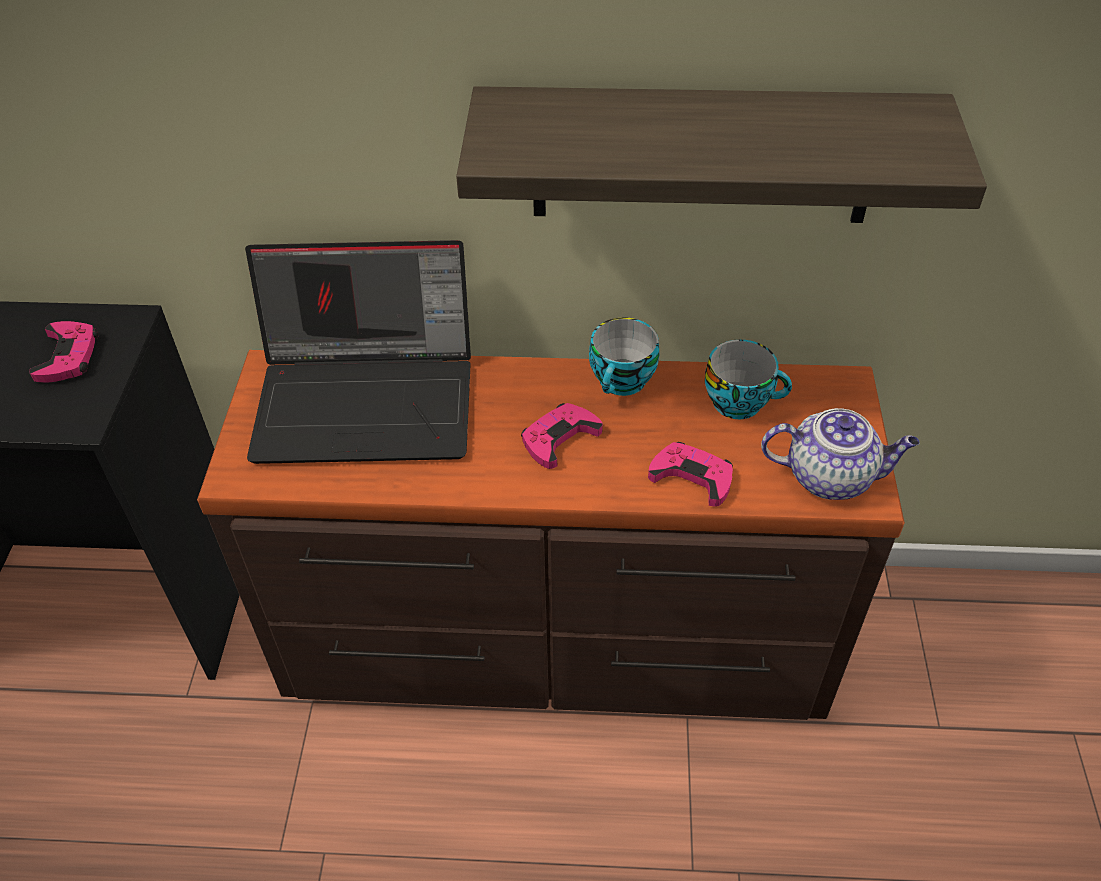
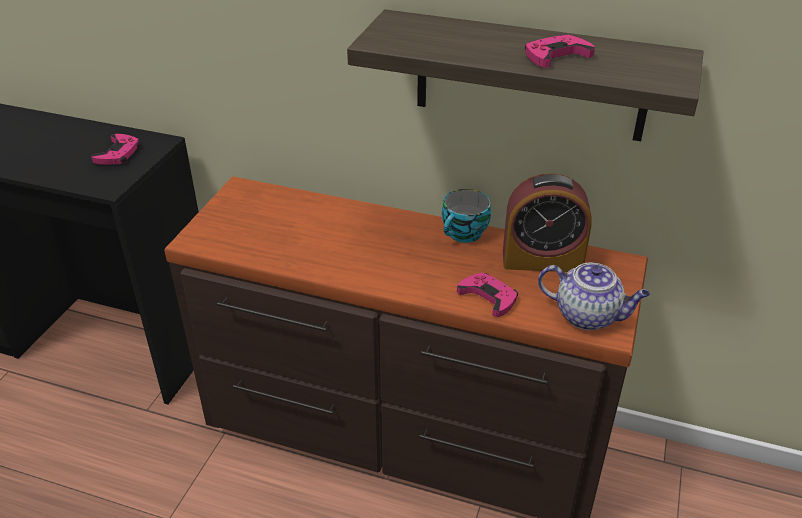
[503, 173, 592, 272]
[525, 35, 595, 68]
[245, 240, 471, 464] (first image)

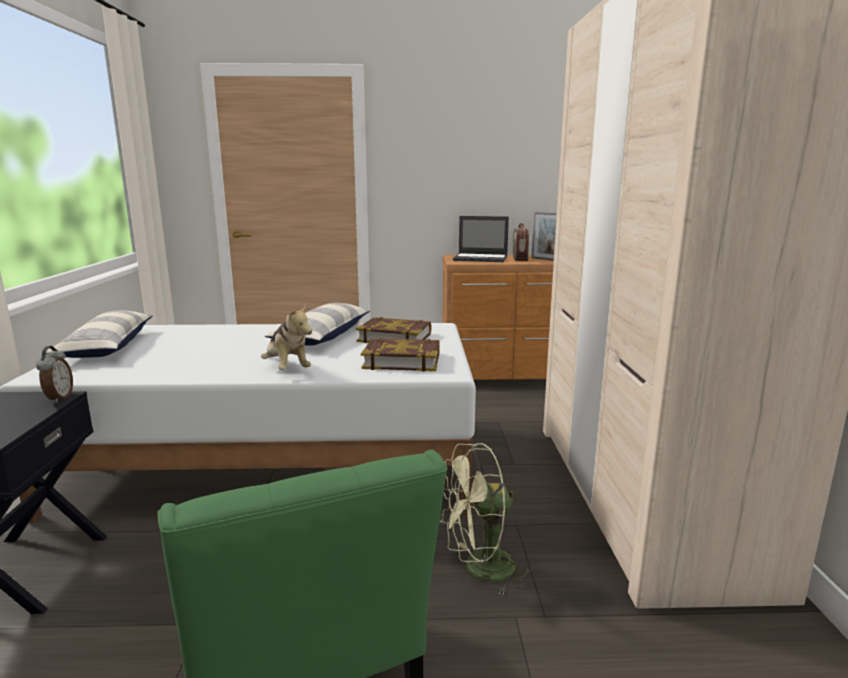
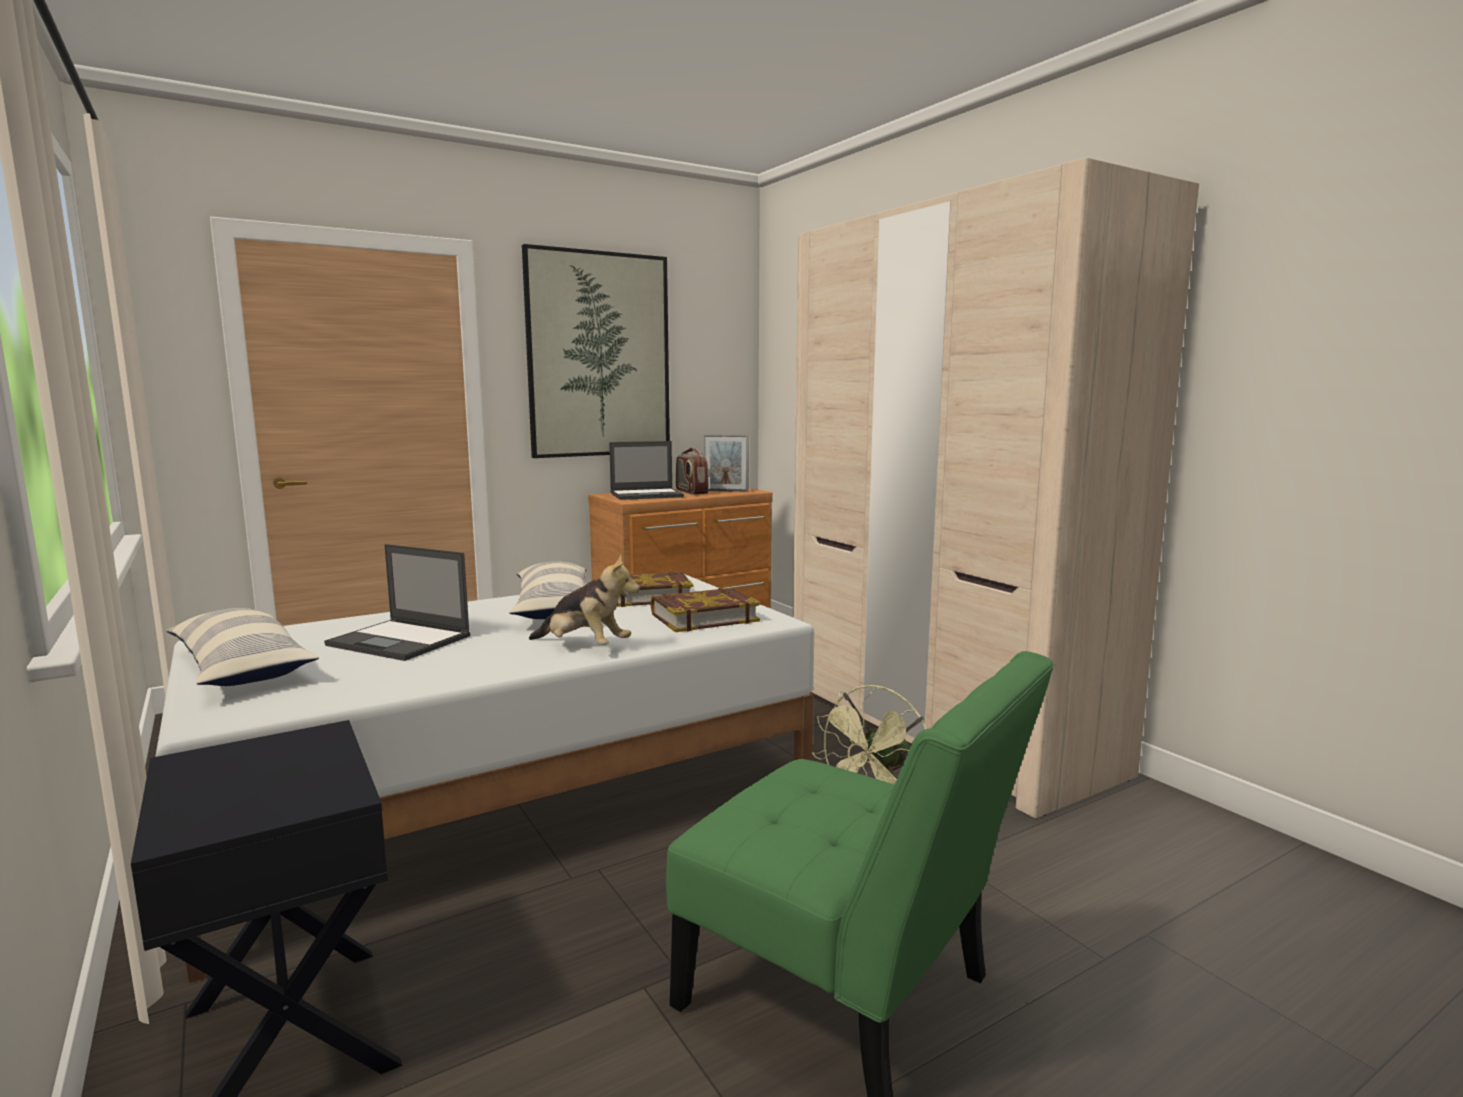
[324, 544, 470, 661]
[522, 244, 670, 458]
[36, 346, 73, 403] (first image)

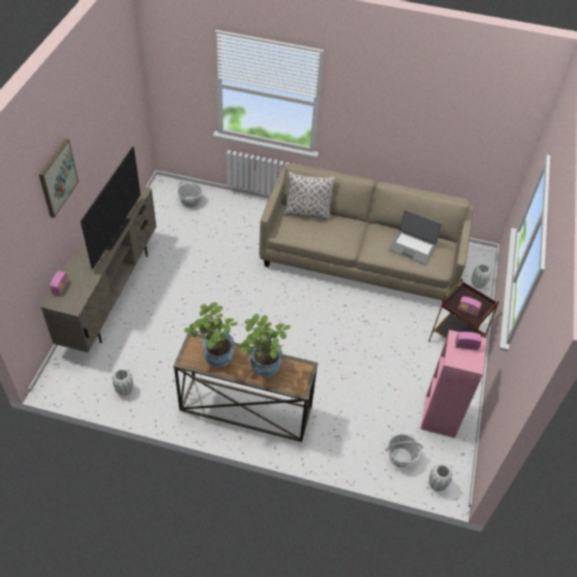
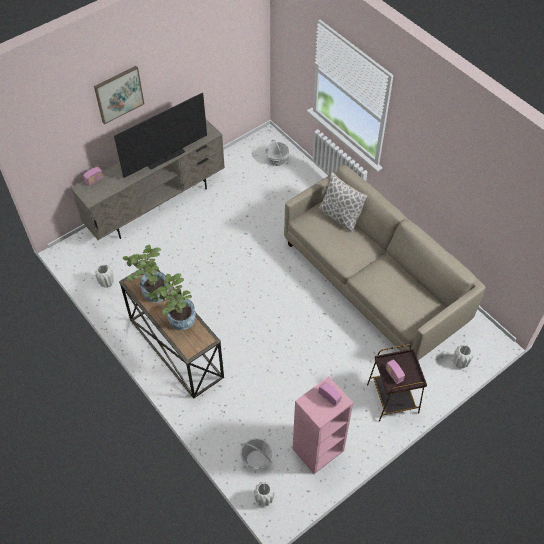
[389, 210, 442, 264] (first image)

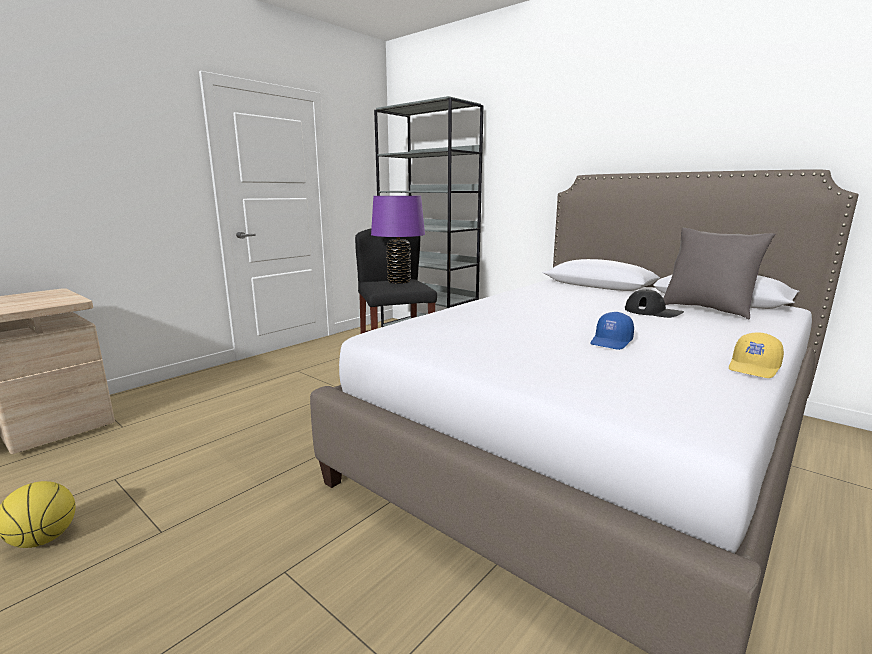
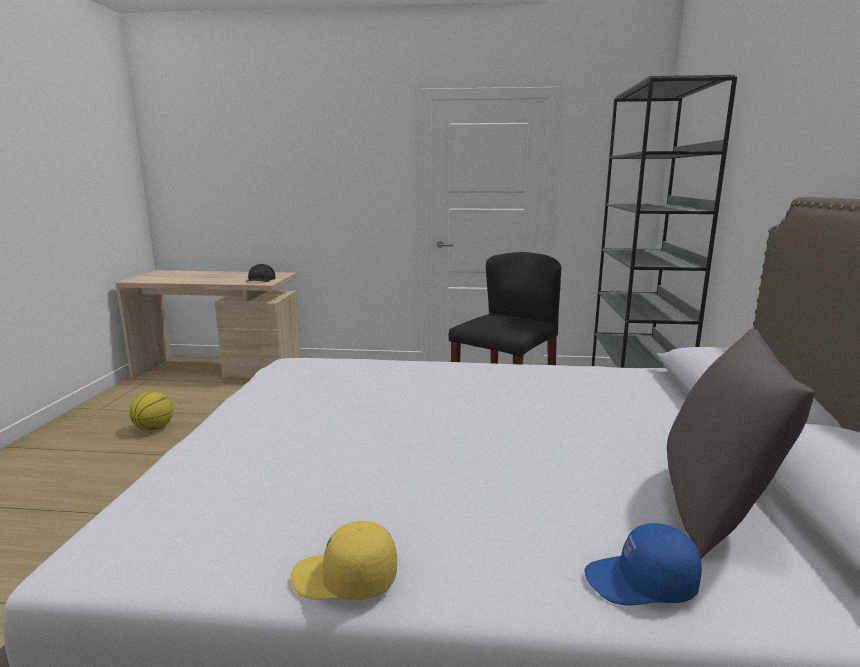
[246, 264, 276, 282]
[584, 523, 702, 606]
[371, 196, 425, 284] (first image)

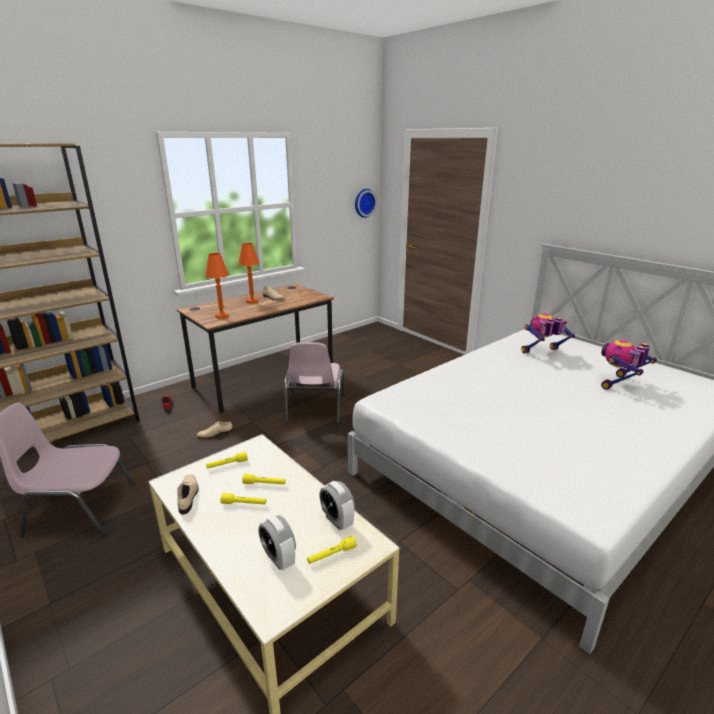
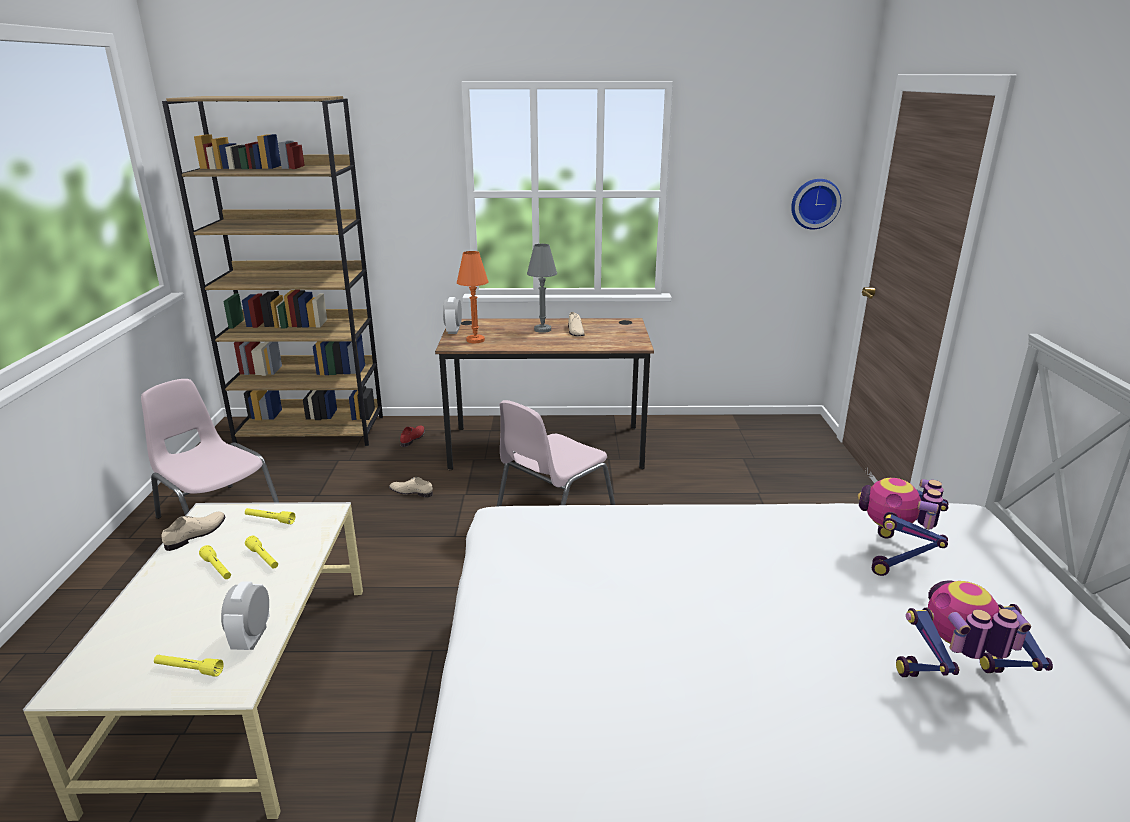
[443, 297, 462, 334]
[527, 244, 557, 333]
[858, 478, 948, 576]

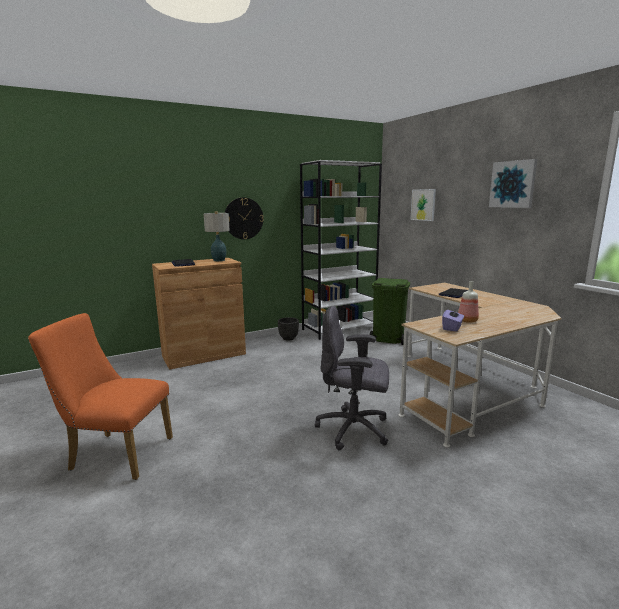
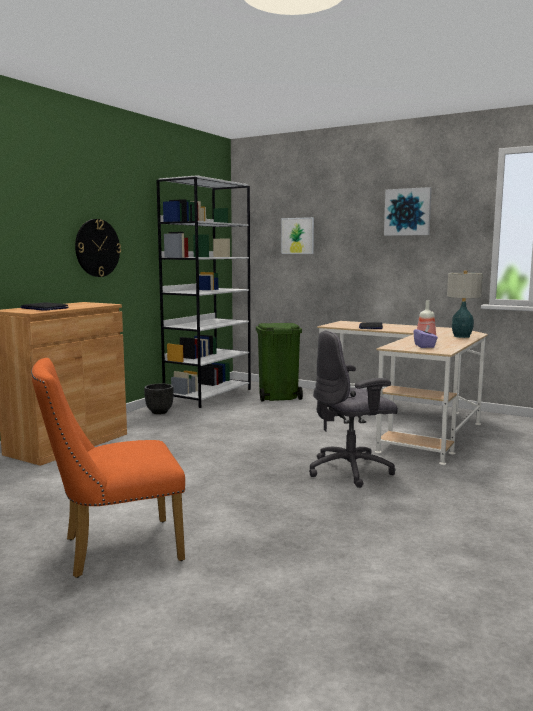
[447, 271, 483, 338]

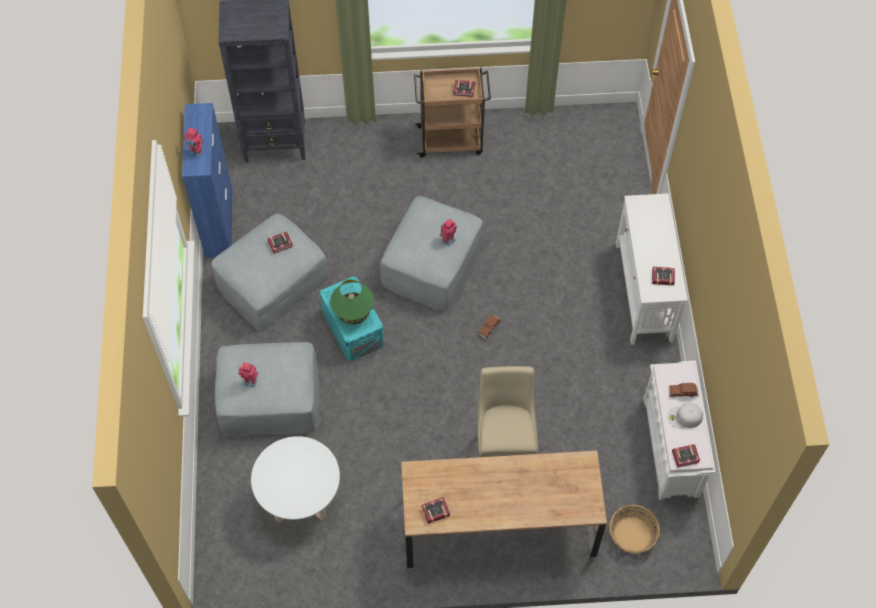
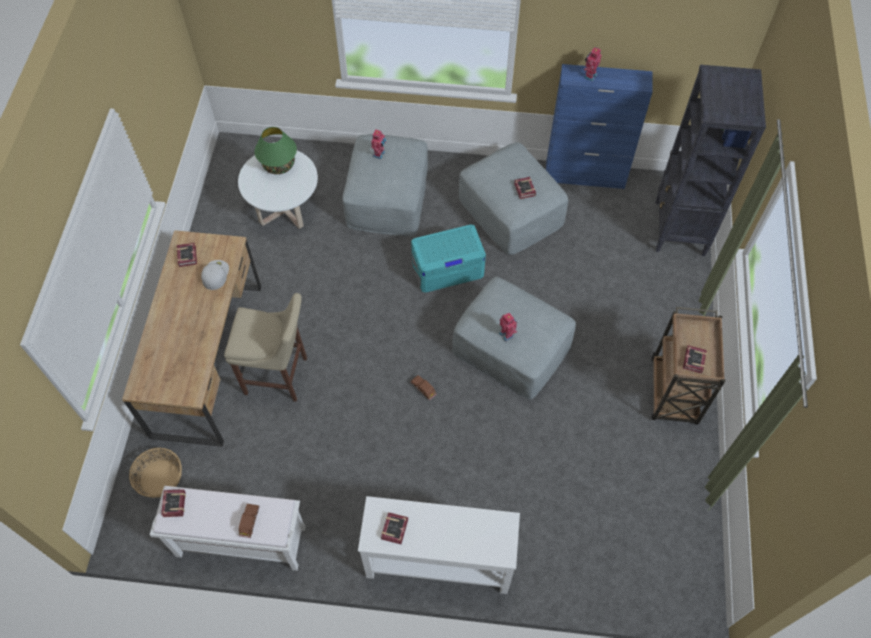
[201, 260, 229, 290]
[255, 127, 297, 174]

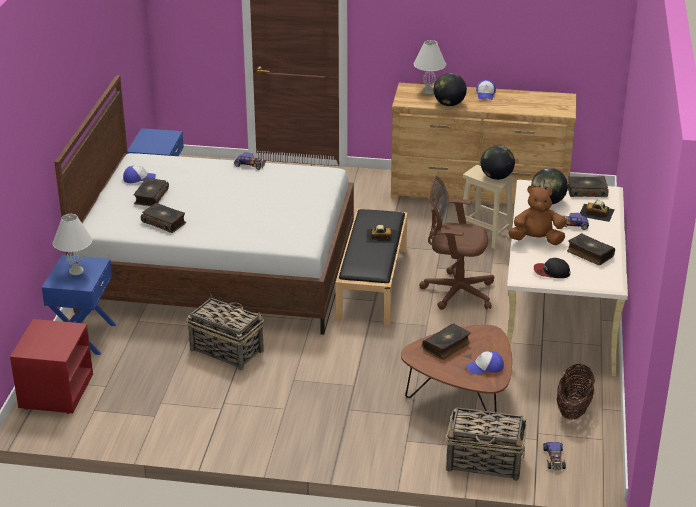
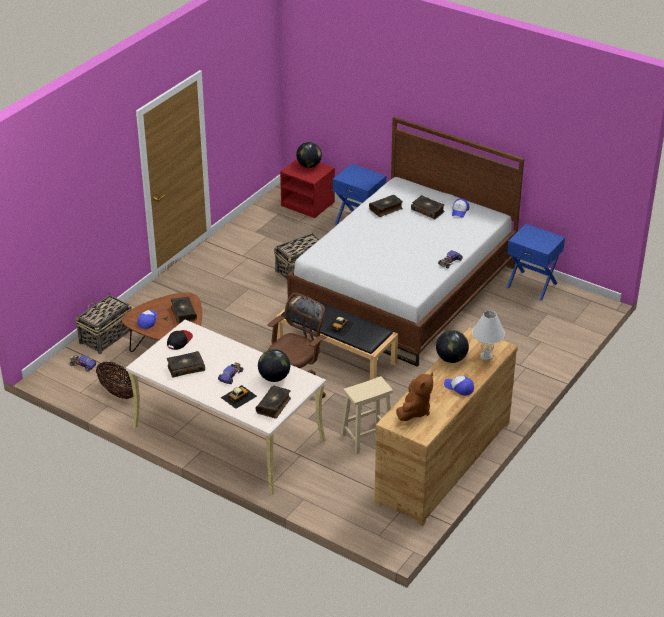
[296, 142, 322, 168]
[396, 372, 433, 421]
[53, 214, 92, 275] (first image)

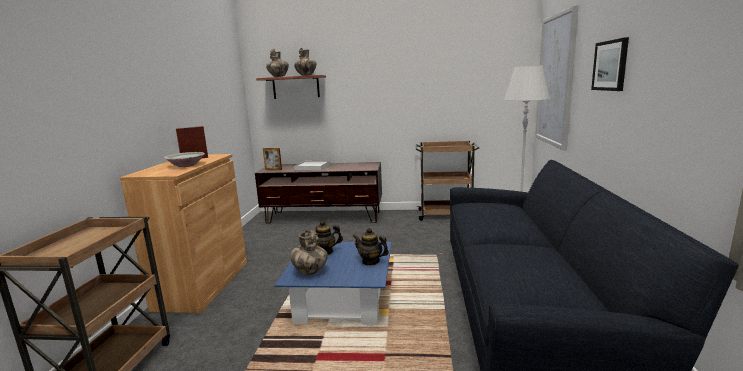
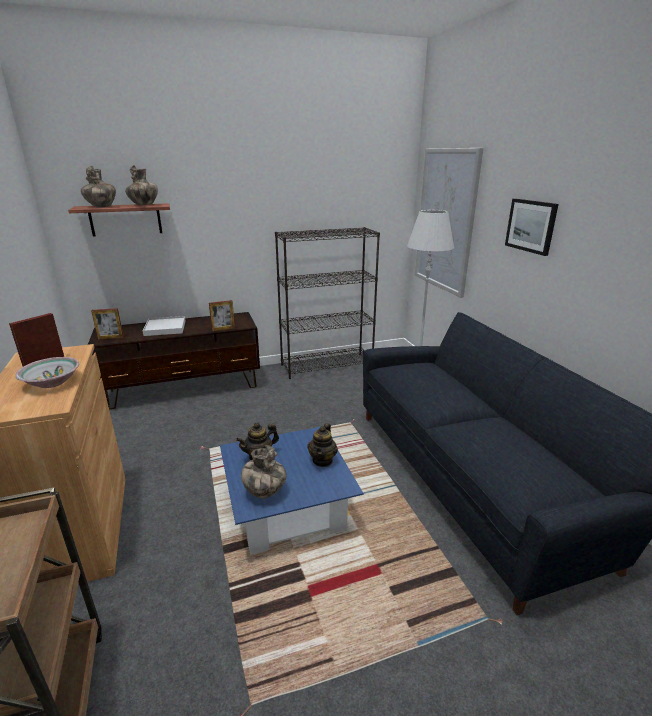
[209, 300, 235, 331]
[275, 227, 380, 379]
[307, 423, 338, 467]

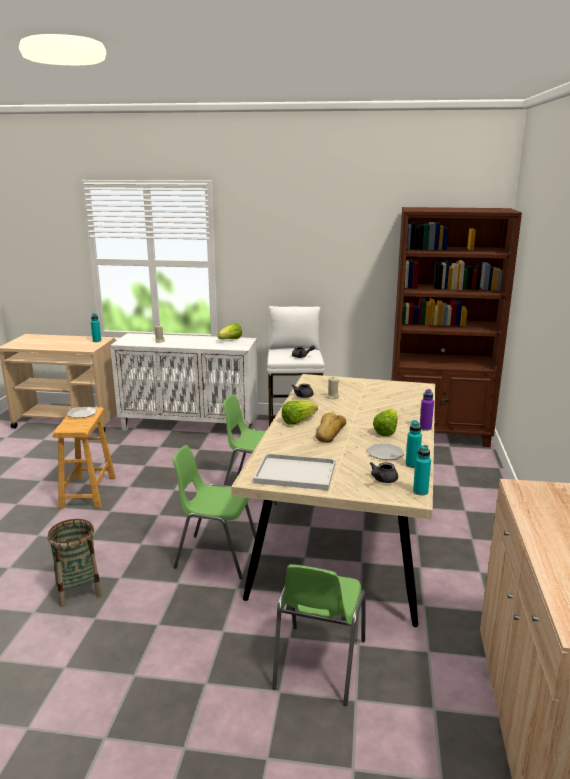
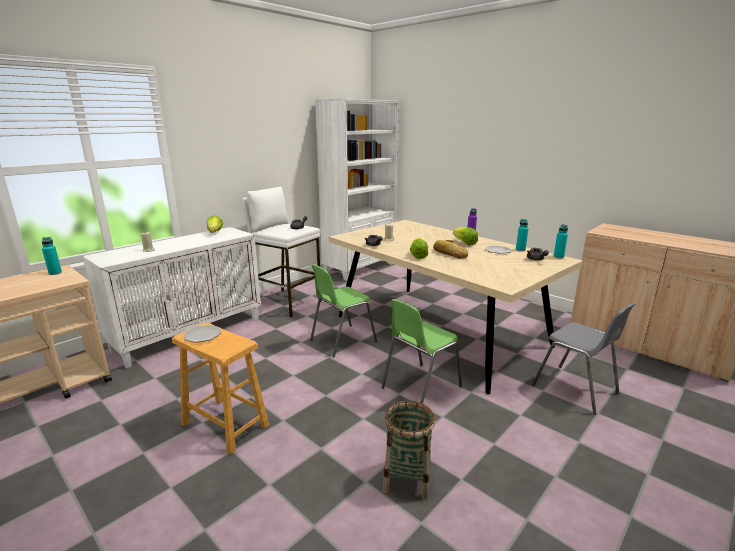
[315, 98, 399, 281]
[532, 303, 636, 415]
[253, 453, 335, 490] (first image)

